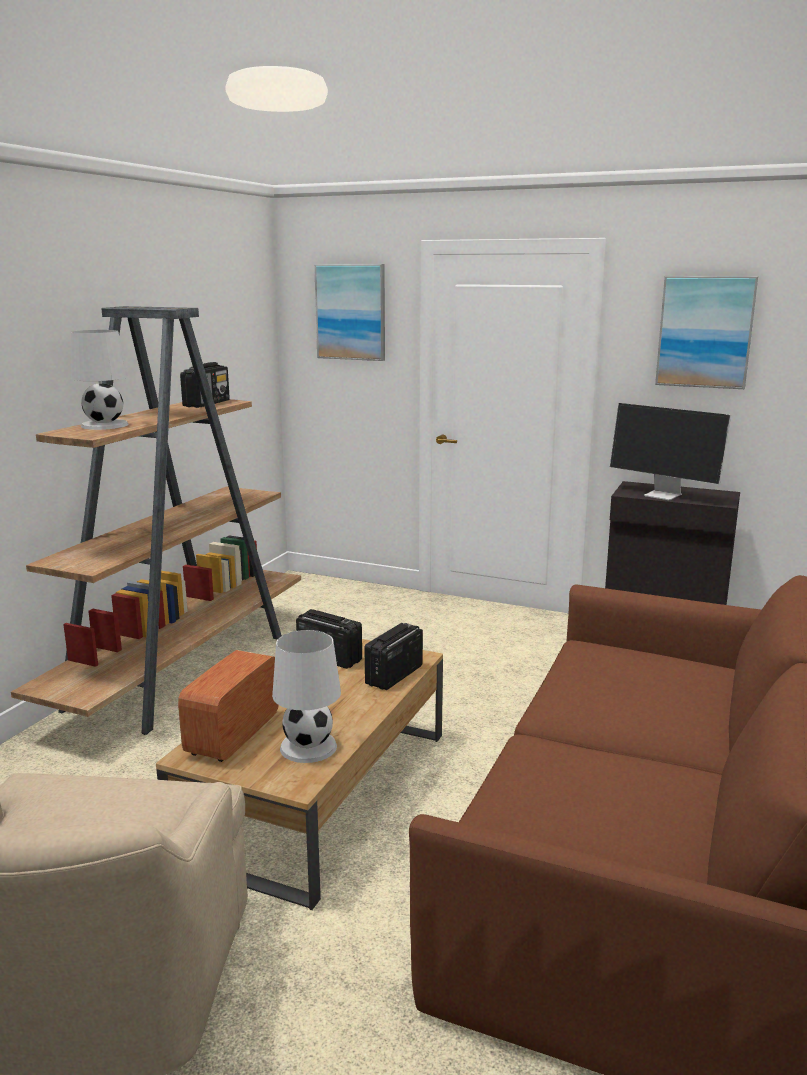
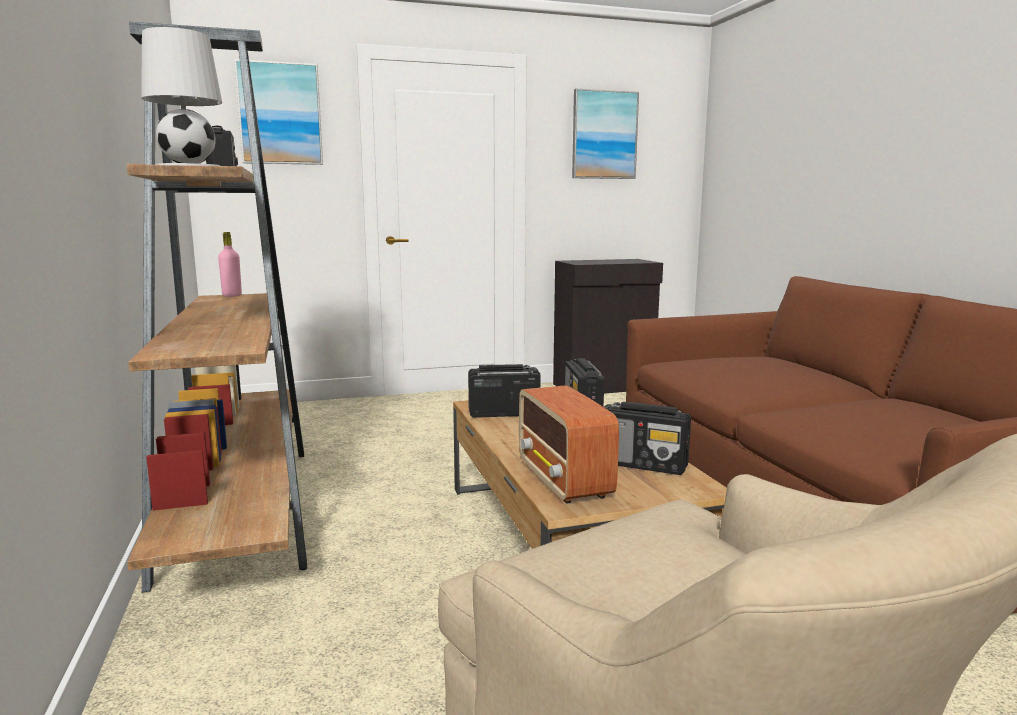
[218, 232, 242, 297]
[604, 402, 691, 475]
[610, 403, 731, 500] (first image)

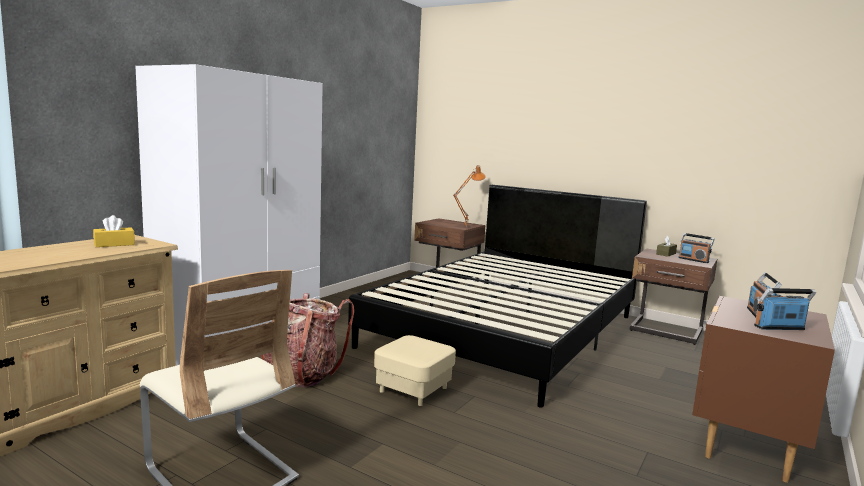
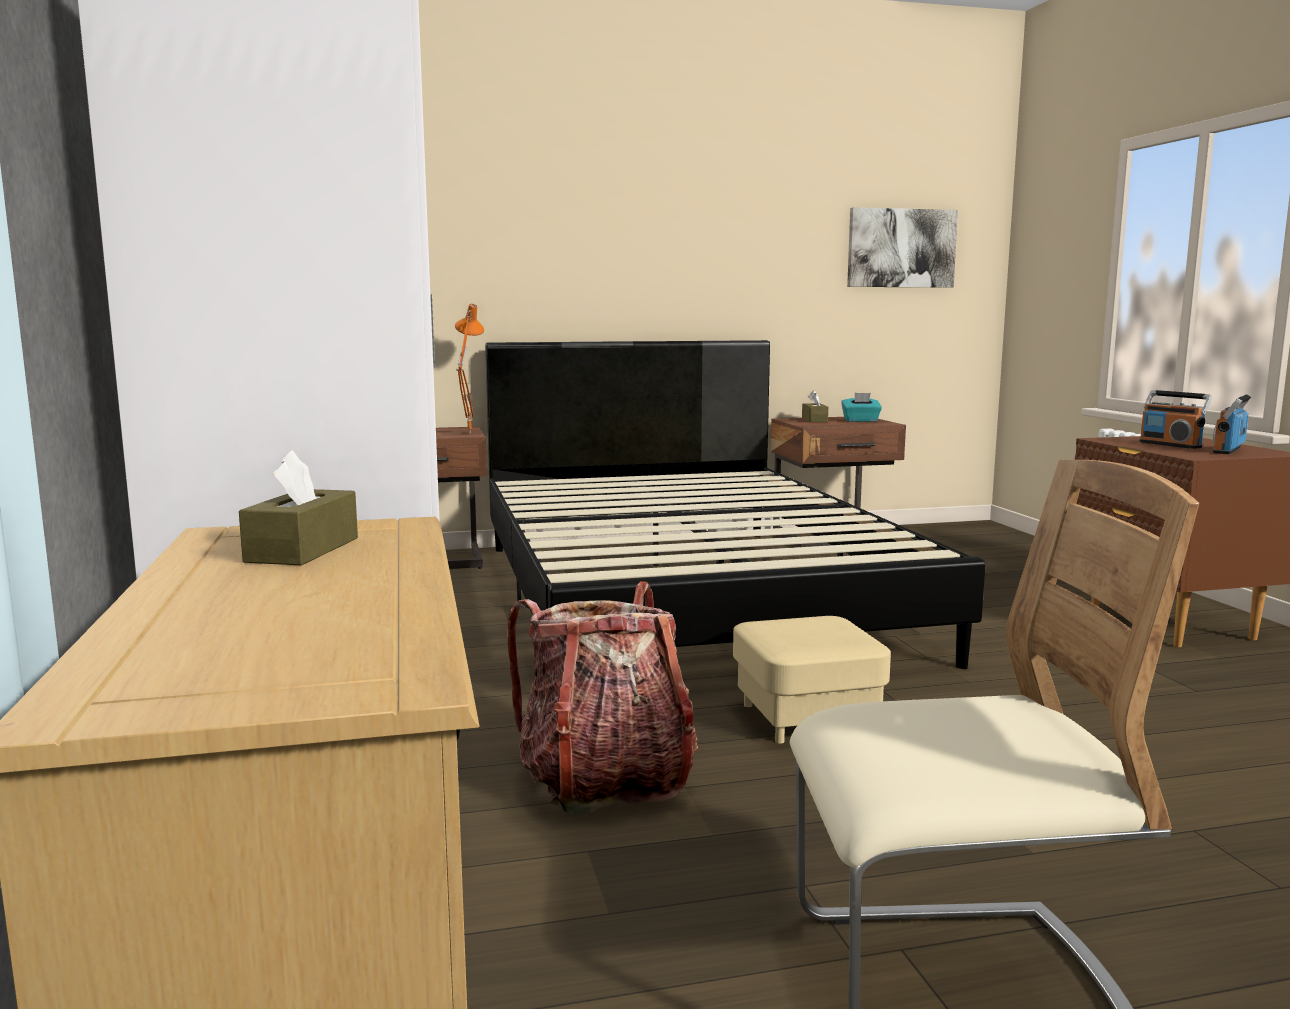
[239, 450, 358, 565]
[841, 393, 882, 422]
[847, 207, 958, 287]

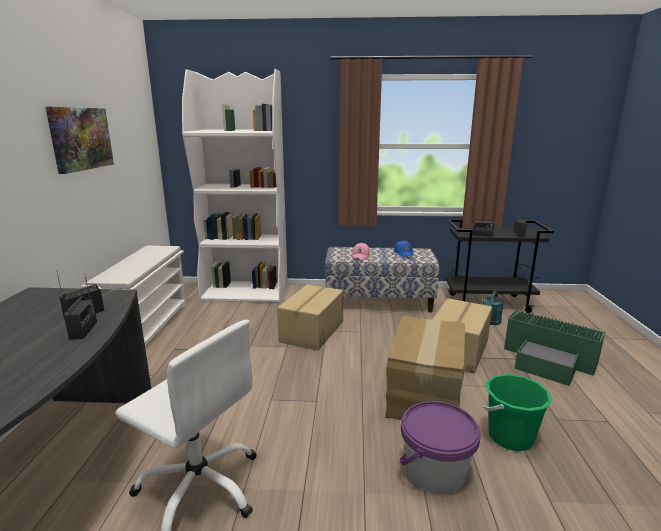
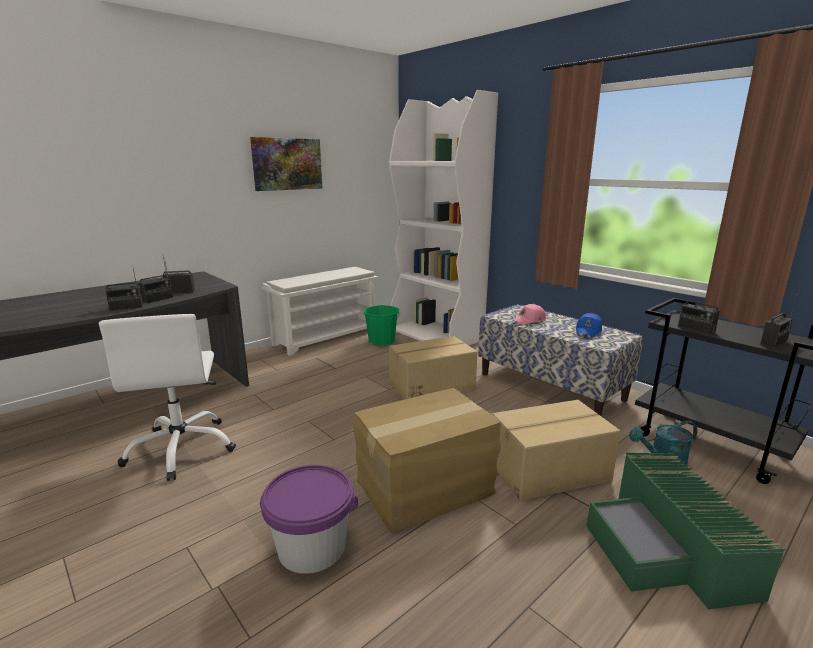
[105, 265, 143, 311]
[363, 305, 400, 346]

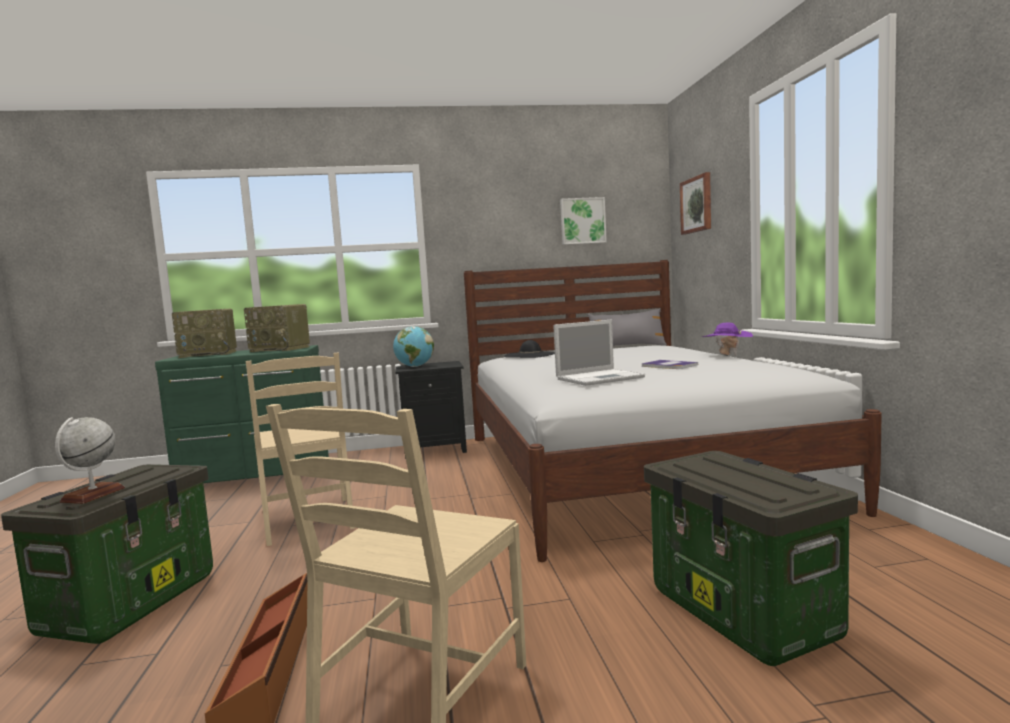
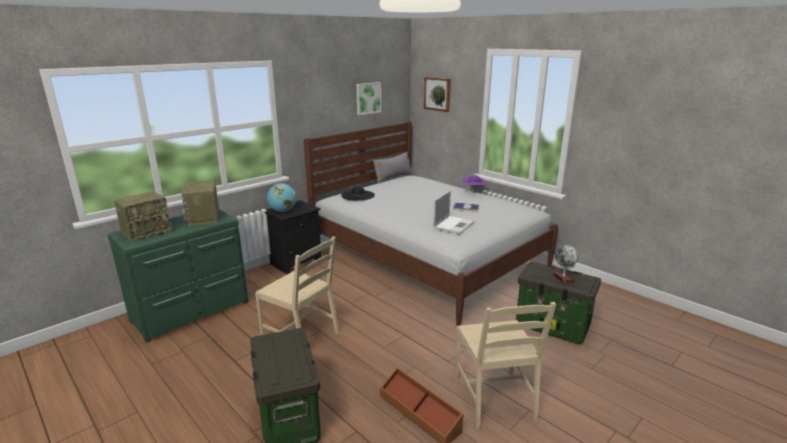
[181, 180, 219, 226]
[551, 245, 579, 284]

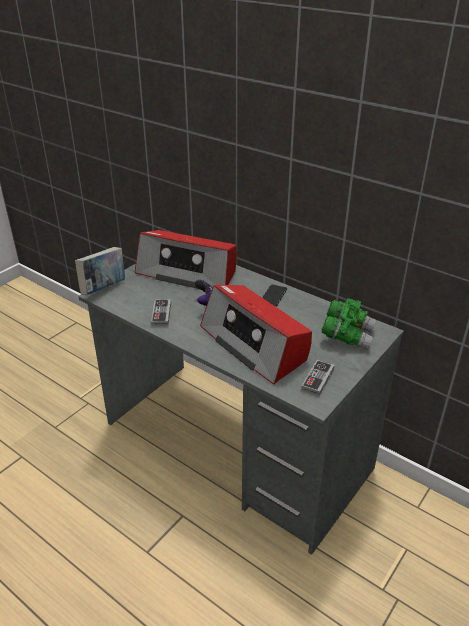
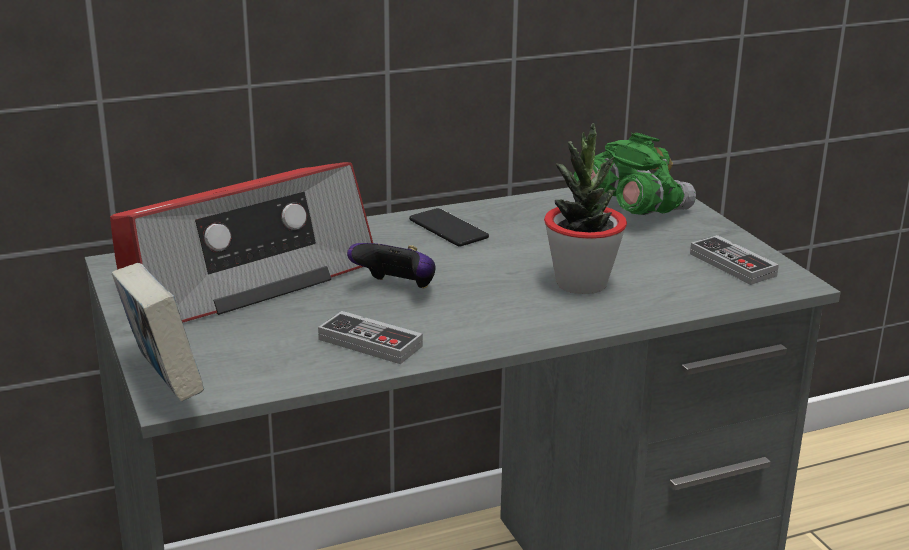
[544, 123, 627, 294]

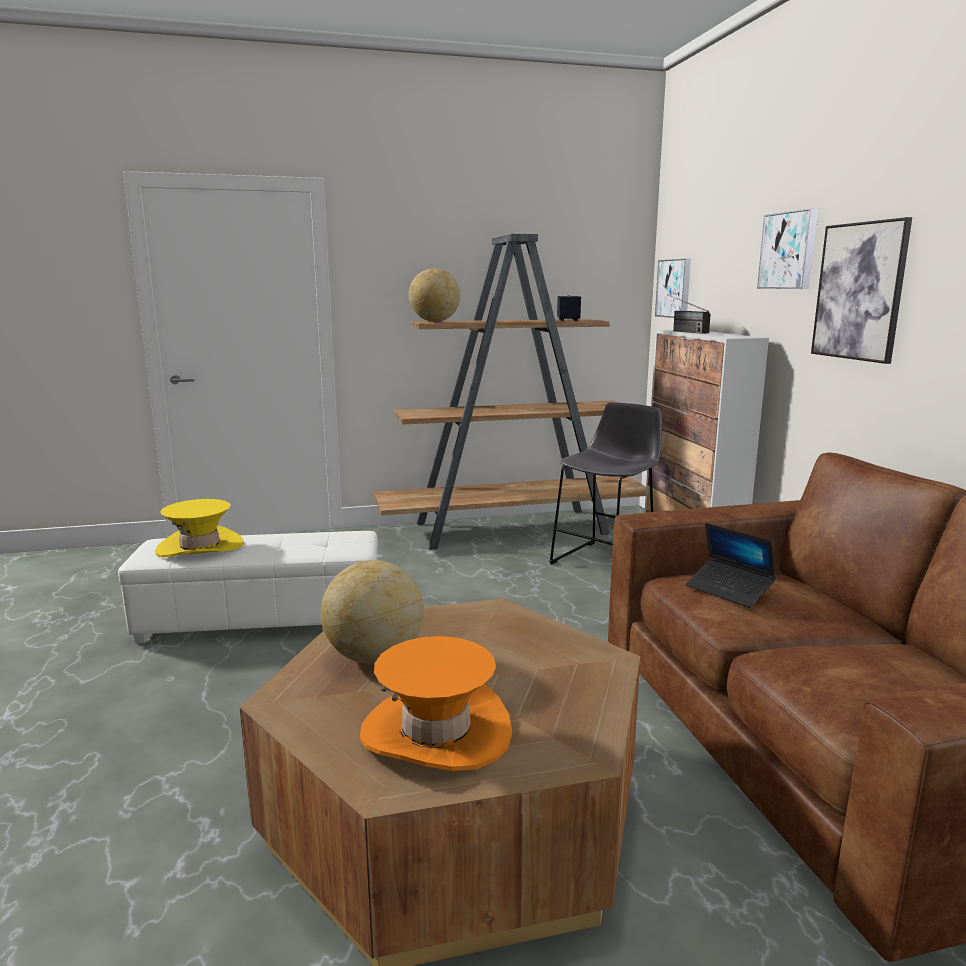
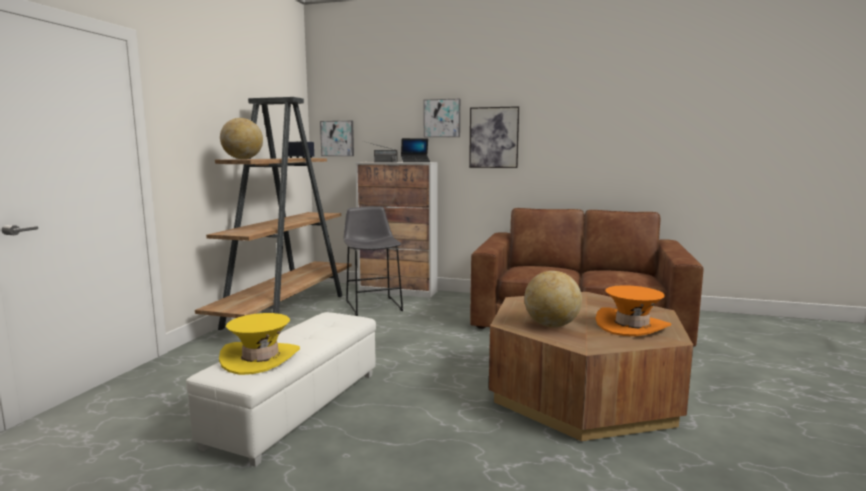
[401, 138, 430, 162]

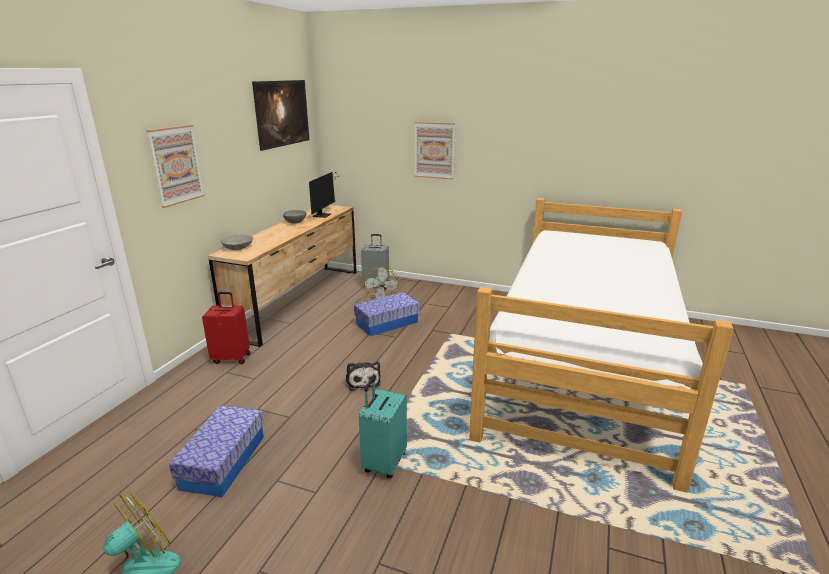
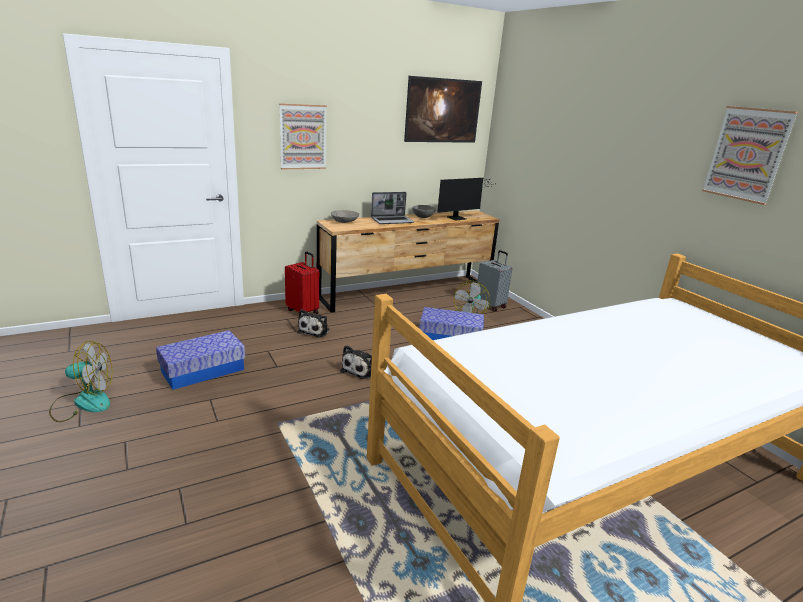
[297, 309, 329, 337]
[371, 192, 414, 224]
[702, 106, 798, 205]
[359, 378, 407, 478] (first image)

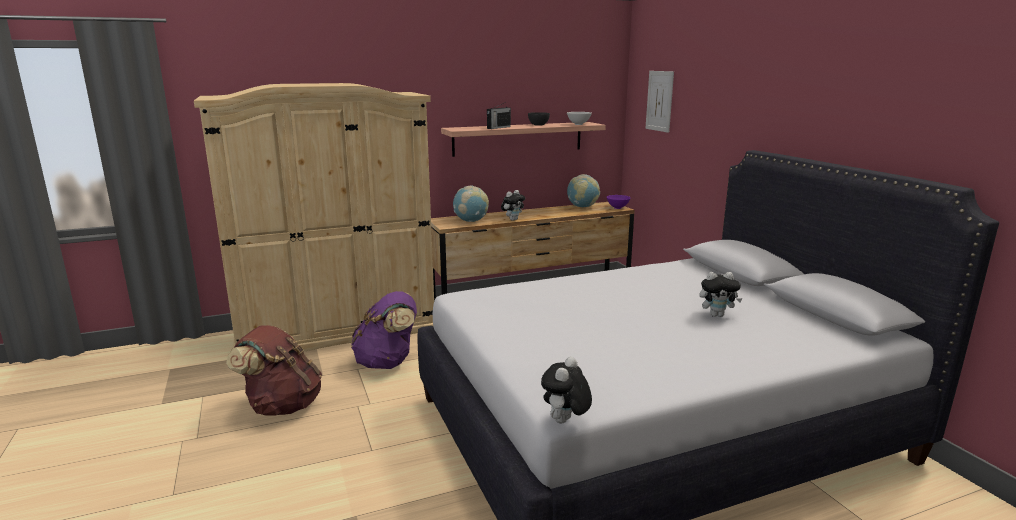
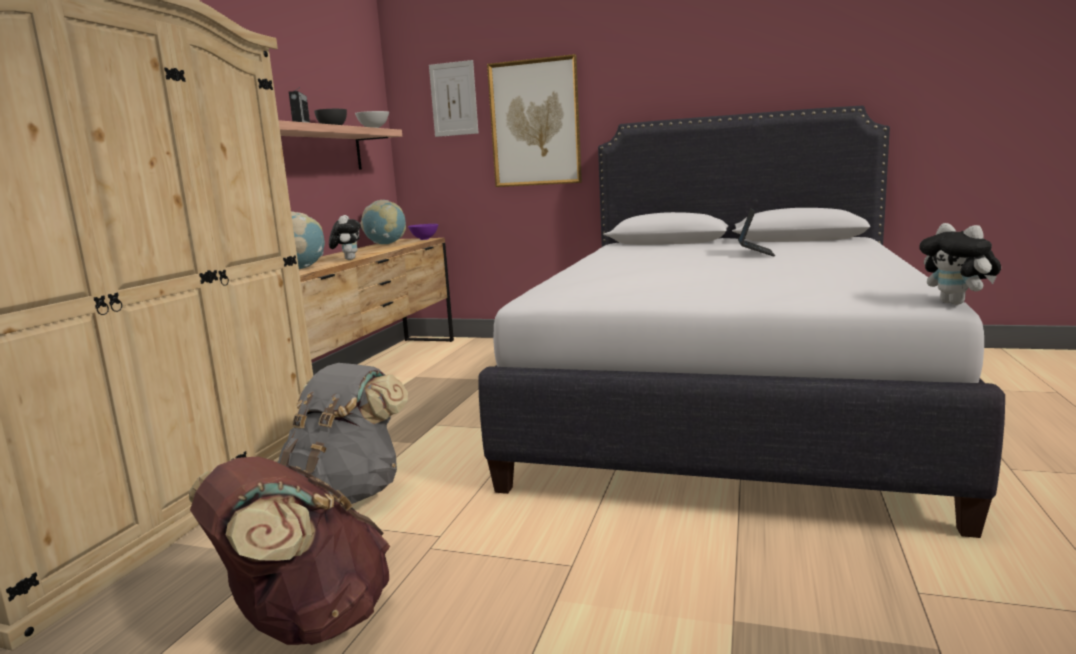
[277, 363, 408, 504]
[487, 54, 582, 187]
[738, 208, 775, 256]

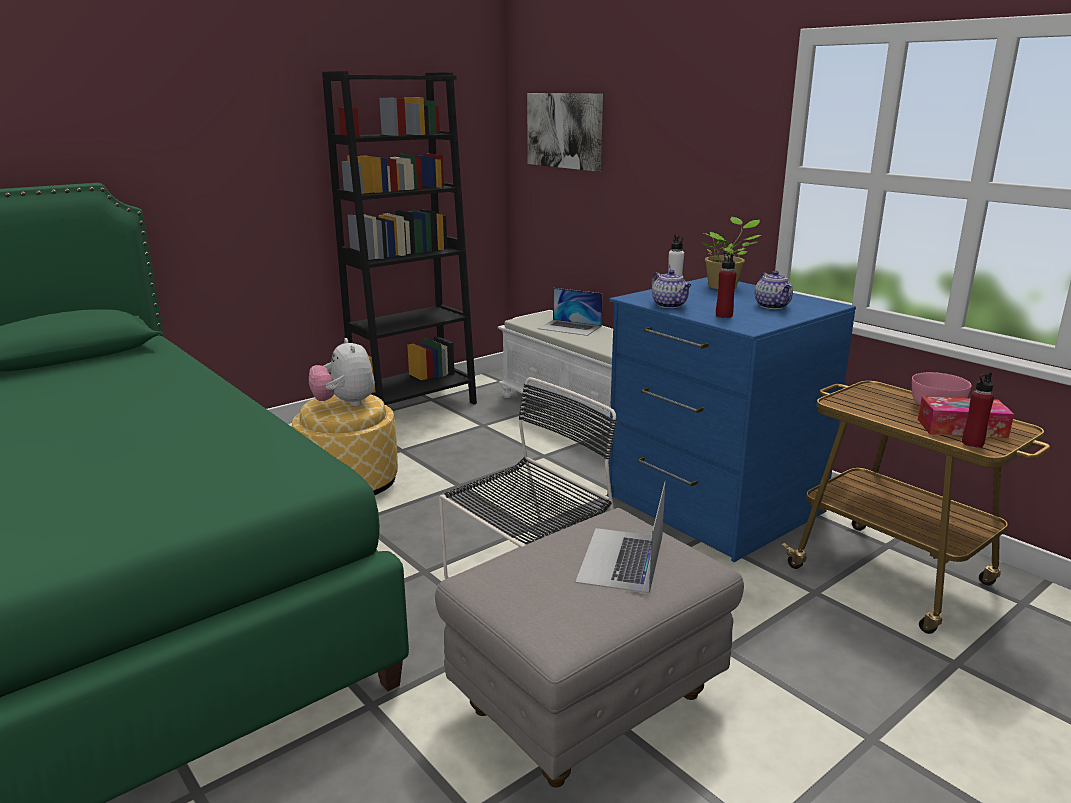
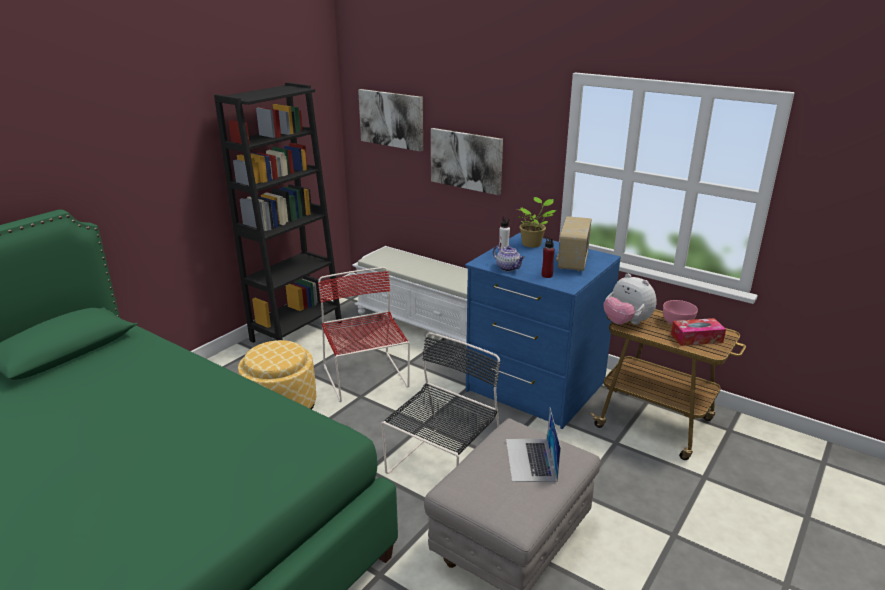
[318, 267, 410, 402]
[431, 128, 503, 195]
[556, 216, 591, 271]
[604, 274, 657, 325]
[538, 288, 603, 336] (first image)
[962, 372, 994, 447] (first image)

